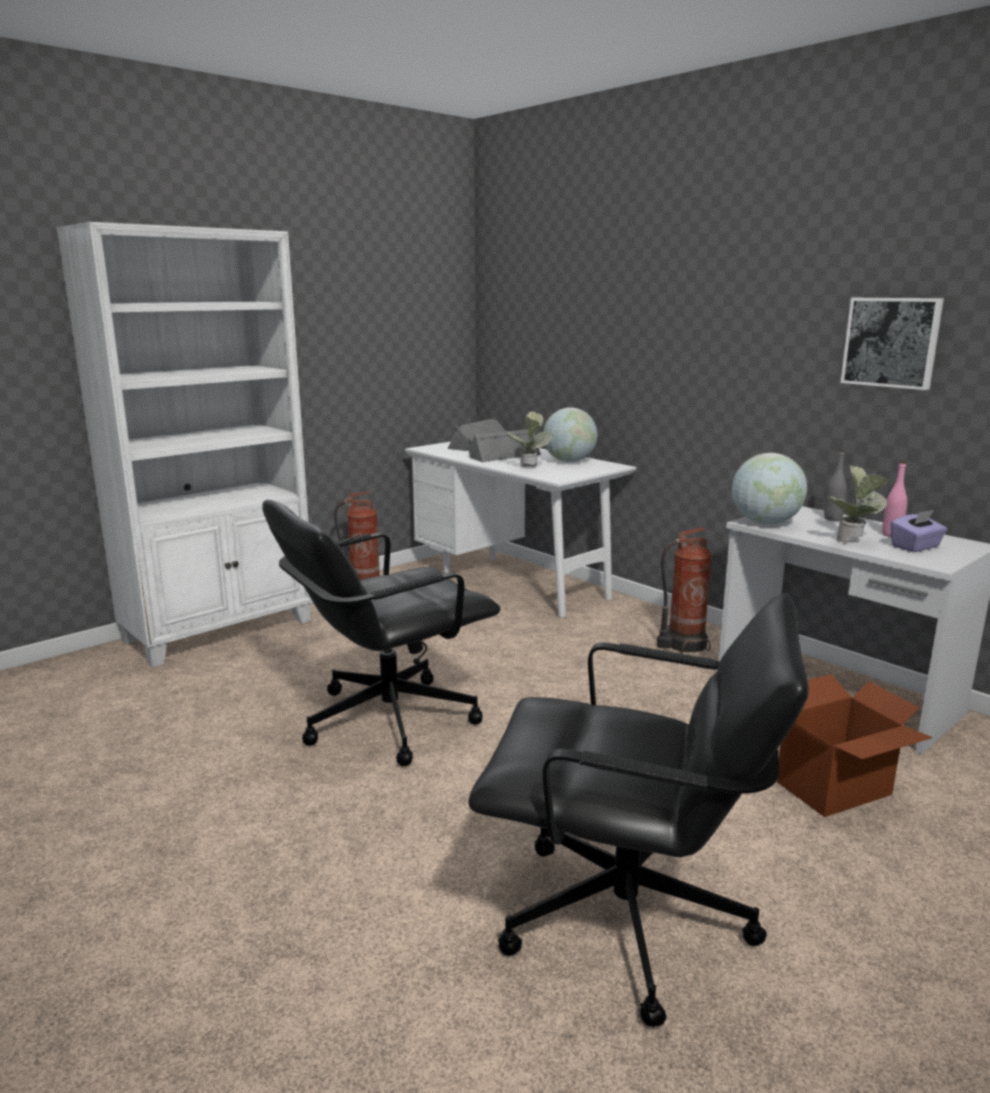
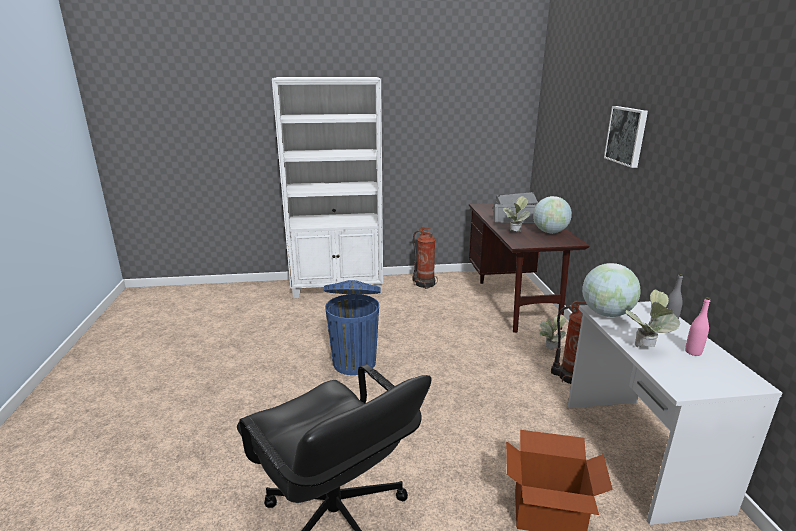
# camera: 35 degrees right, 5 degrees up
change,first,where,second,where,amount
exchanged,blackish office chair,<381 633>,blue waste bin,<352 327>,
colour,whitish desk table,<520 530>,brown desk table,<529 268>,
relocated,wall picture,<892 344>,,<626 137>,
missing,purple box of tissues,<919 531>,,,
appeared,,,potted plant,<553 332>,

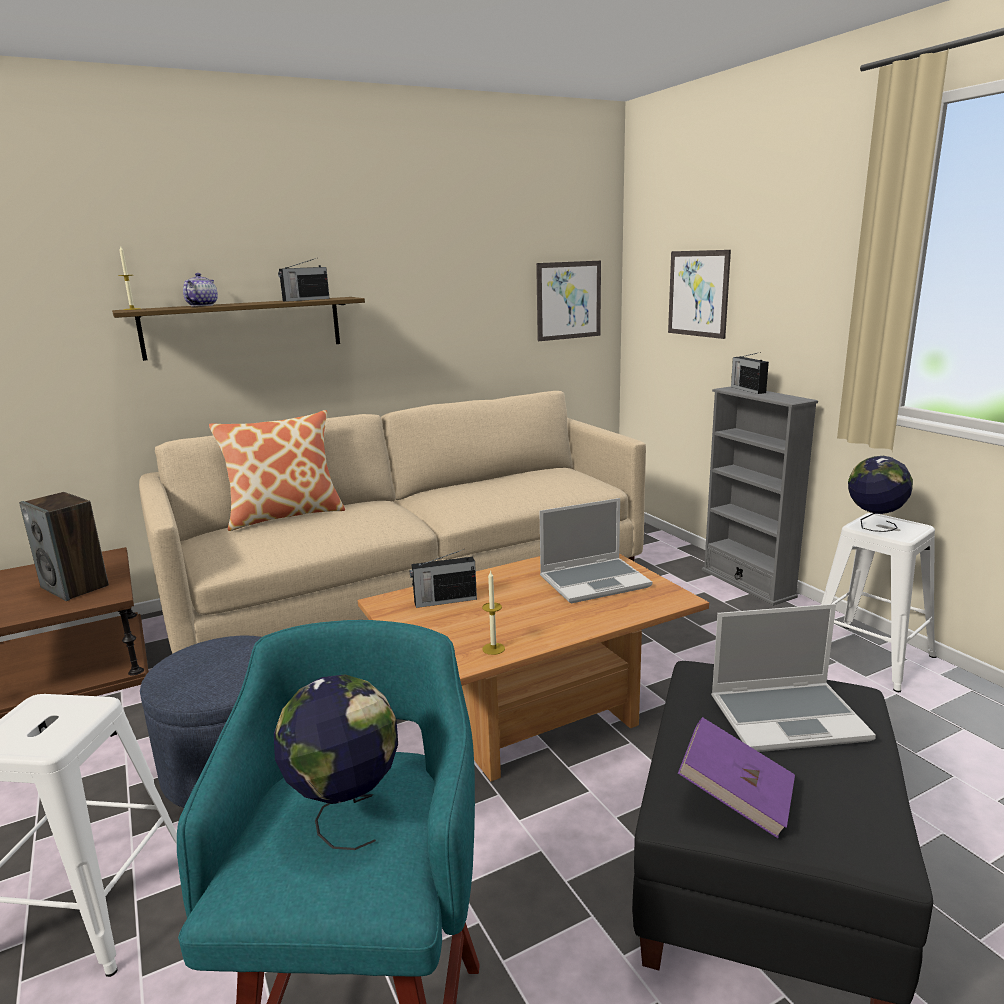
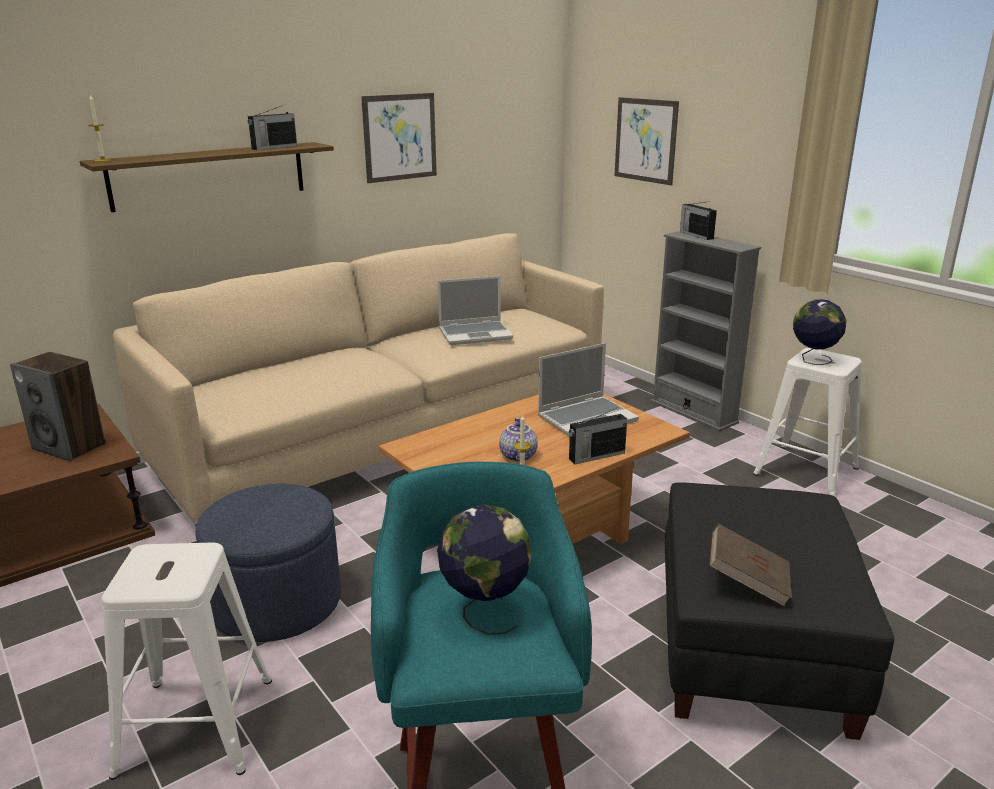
# camera: 10 degrees left, 5 degrees up
change,first,where,second,where,amount
relocated,tea pot,<200 289>,,<518 440>,
missing,cushion,<277 470>,,,
relocated,radio set,<443 578>,,<598 435>,
relocated,wall picture,<568 301>,,<399 138>,
colour,purple book,<736 777>,brown book,<750 565>,
relocated,portable computer,<793 678>,,<475 310>,

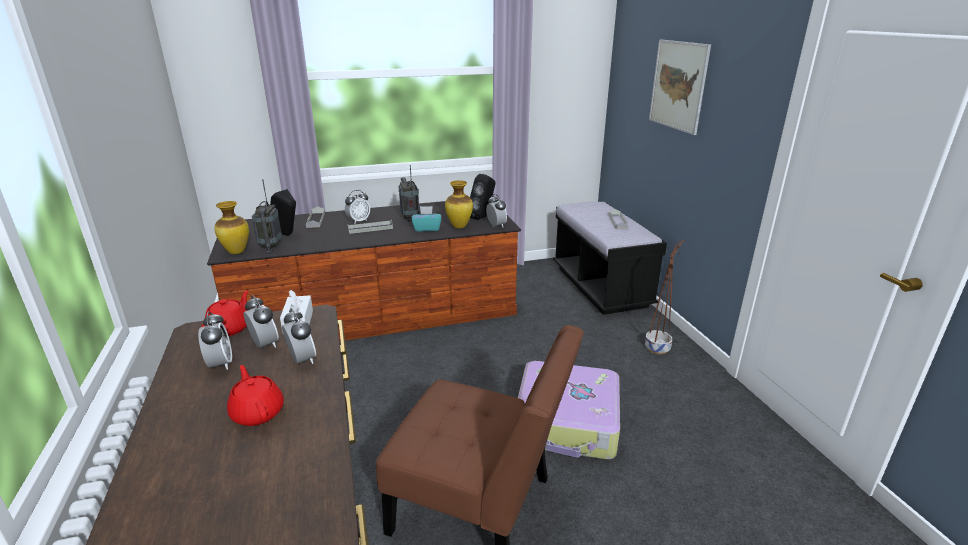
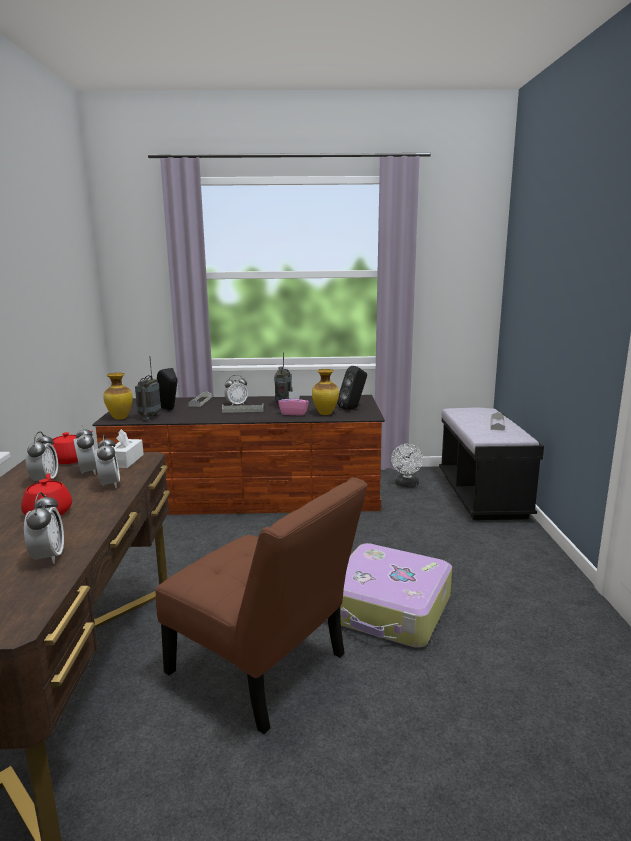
# camera: 15 degrees right, 10 degrees down
change,first,where,second,where,amount
colour,turquoise-coloured box of tissues,<426 219>,pink-coloured box of tissues,<293 403>,
relocated,bedside clock,<496 210>,,<44 528>,
missing,brown flower pot,<664 297>,,,
missing,wall picture,<680 87>,,,
appeared,,,whitish fan,<407 465>,

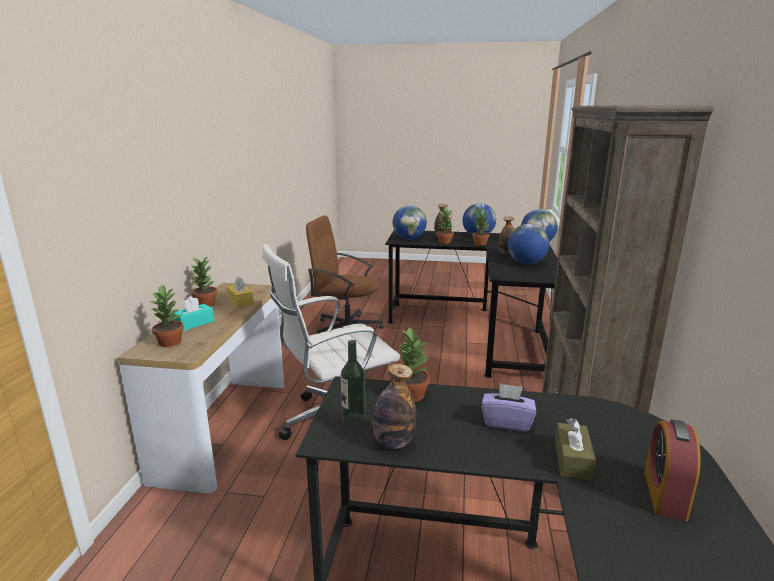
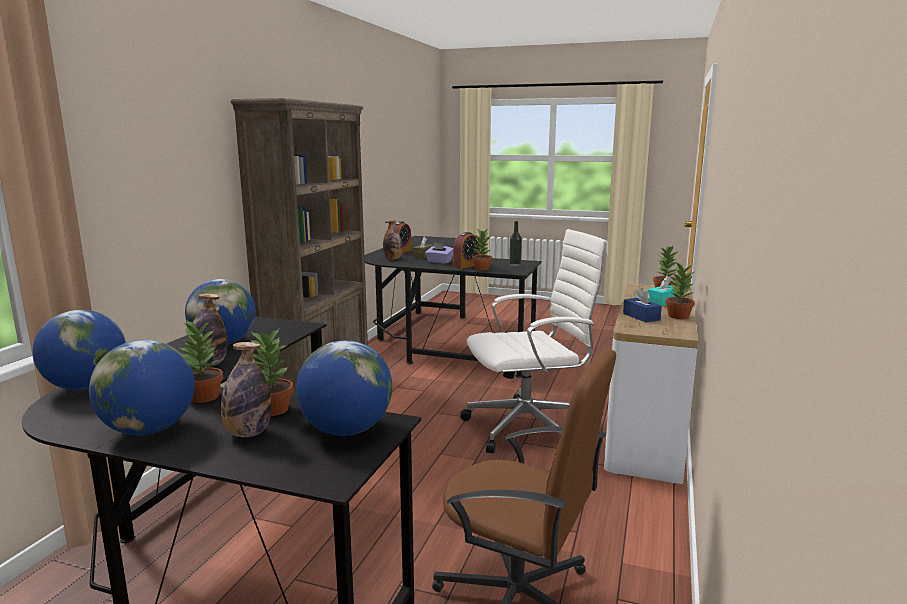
# camera: 170 degrees left, 5 degrees down
change,first,where,second,where,amount
colour,yellowish box of tissues,<240 292>,blue box of tissues,<642 305>,
relocated,drink bottle,<394 406>,,<393 239>,
appeared,,,bedside clock,<466 250>,

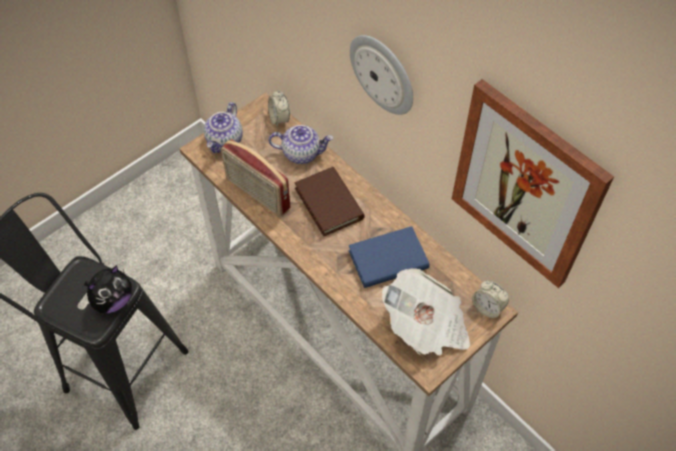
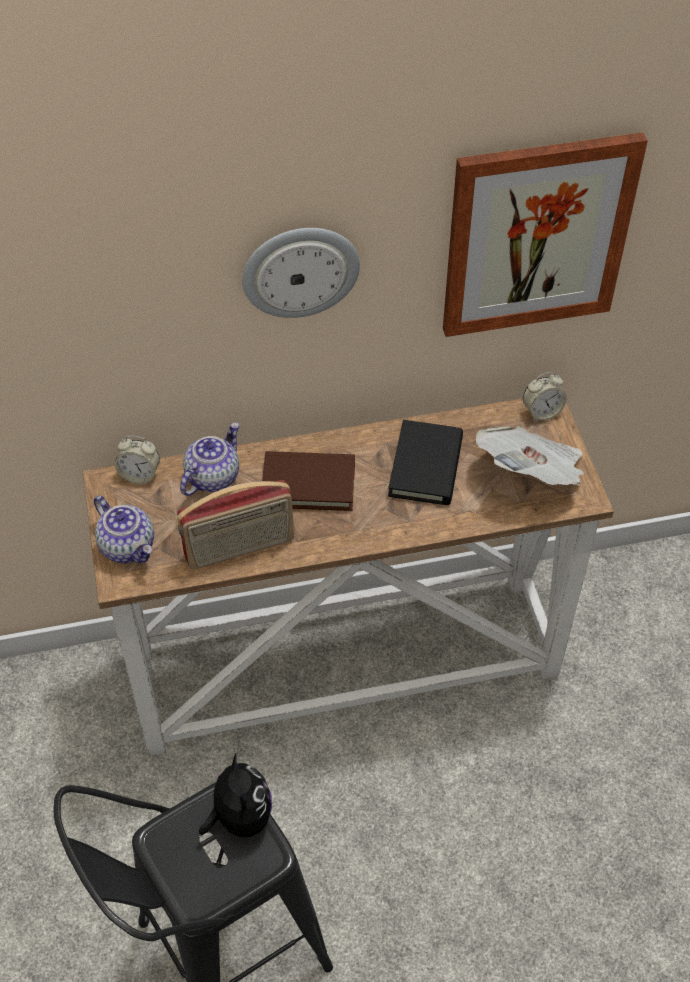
# camera: 60 degrees left, 5 degrees down
change,first,where,second,where,amount
colour,blue book,<389 257>,blackish book,<425 462>,

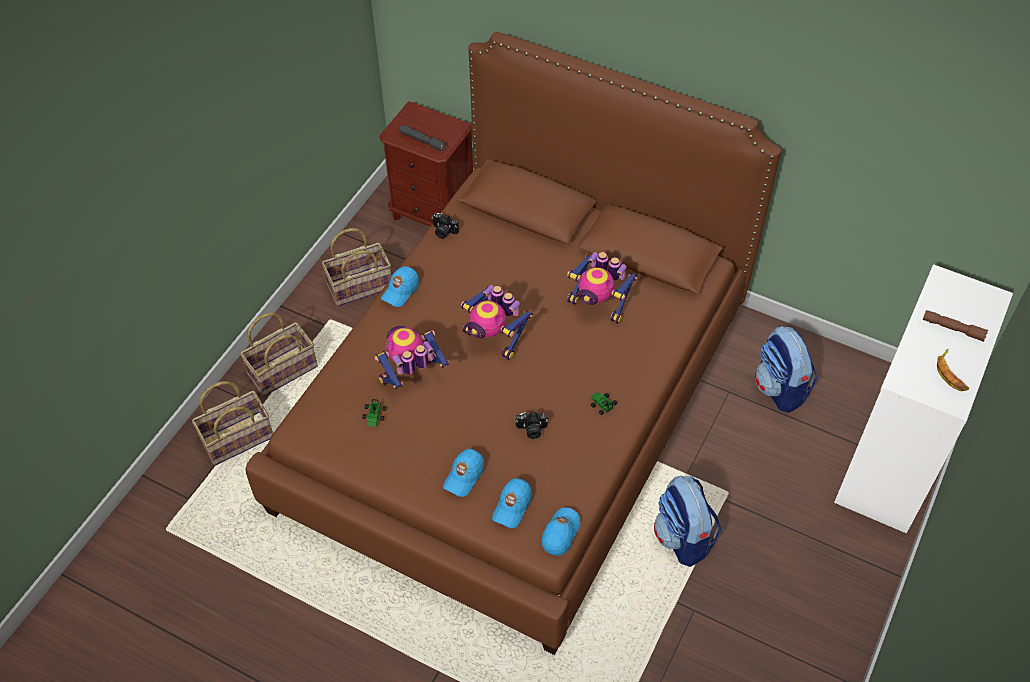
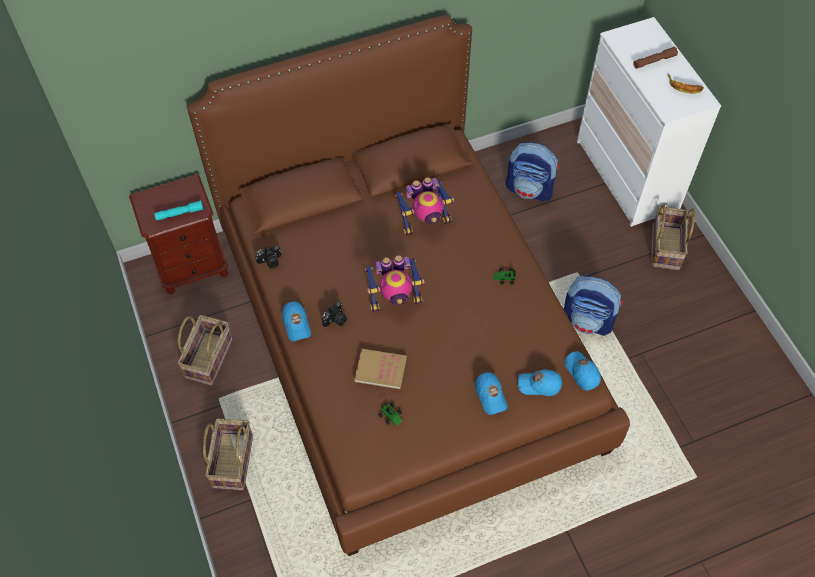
# camera: 50 degrees left, 5 degrees up
change,first,where,second,where,amount
relocated,household basket,<232 423>,,<673 237>,
exchanged,toy robot,<411 358>,book,<380 369>,
colour,gray torch,<422 138>,turquoise-coloured torch,<178 210>,
spun,blue baseball cap,<512 503>,,<540 382>,120 degrees clockwise
relocated,photo camera,<531 425>,,<334 314>,

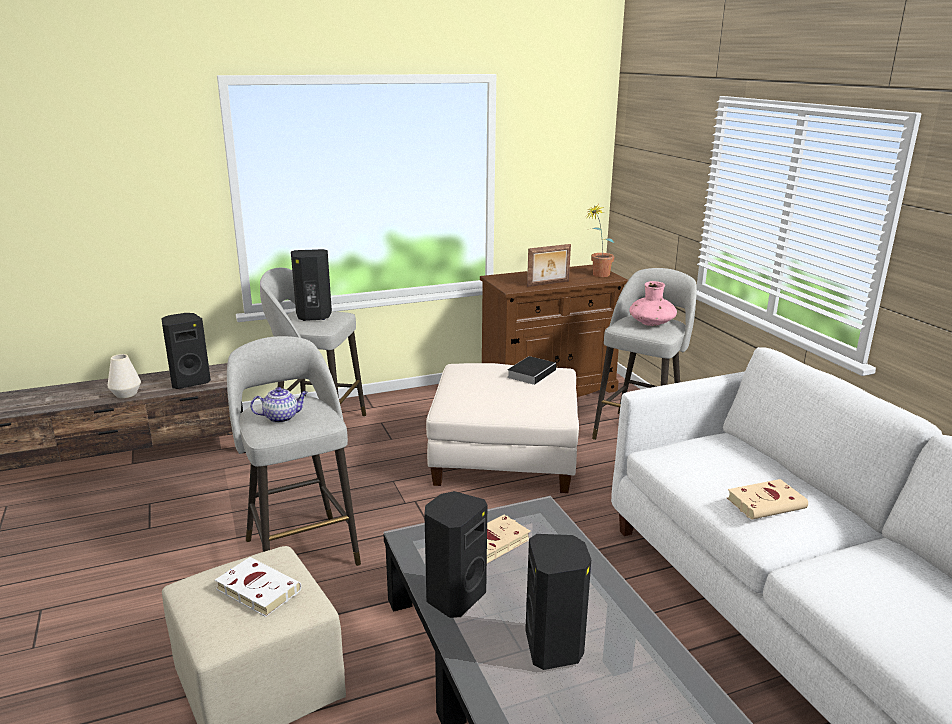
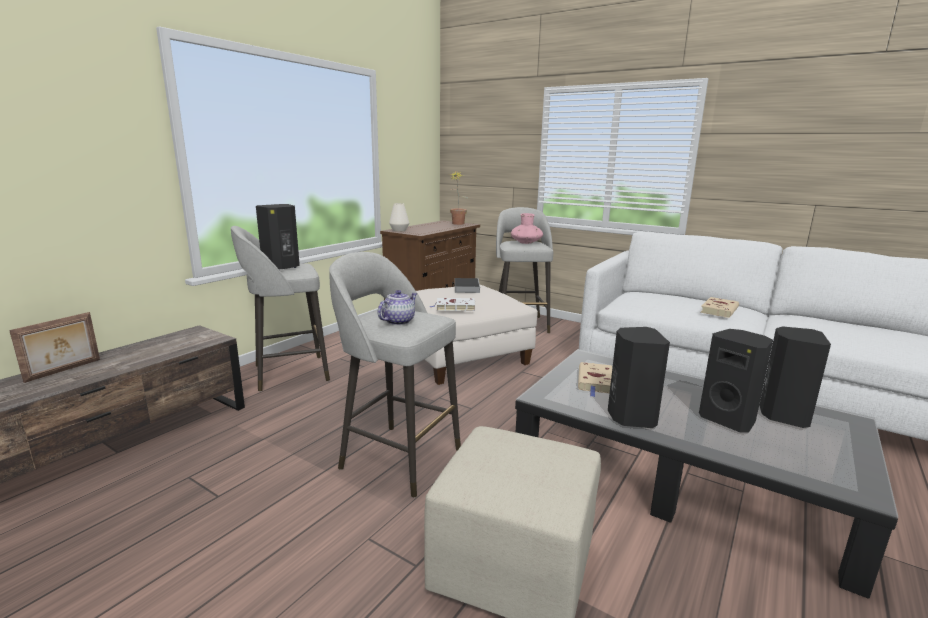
# camera: 35 degrees left, 5 degrees down
change,first,where,second,where,amount
relocated,whitish vase,<124 376>,,<399 217>,
relocated,blackish loudspeaker,<186 351>,,<795 377>,
relocated,whitish book,<258 587>,,<452 304>,
relocated,picture frame,<549 265>,,<54 347>,

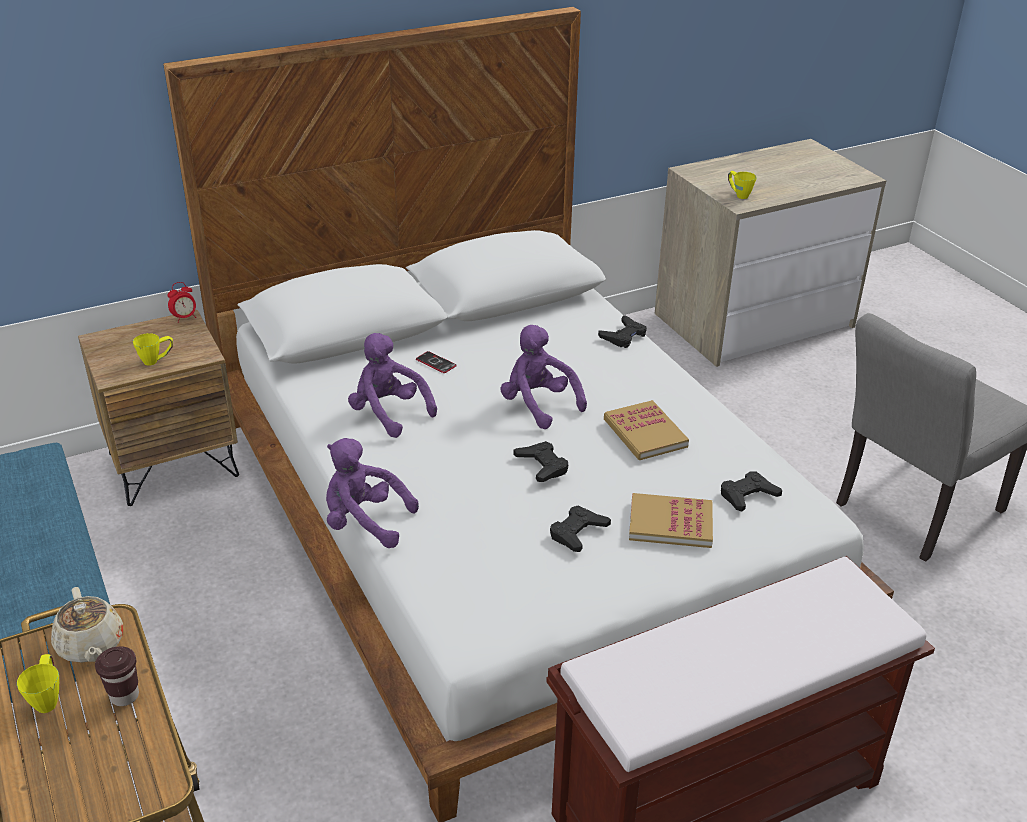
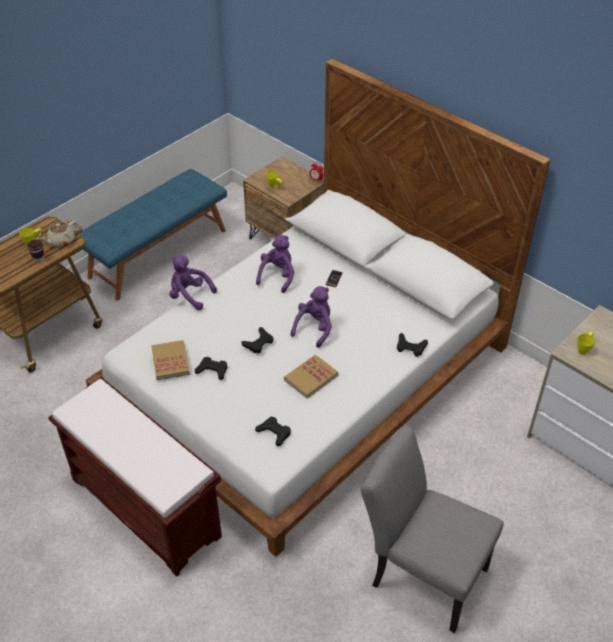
# camera: 70 degrees right, 10 degrees up
change,first,where,second,where,amount
spun,purple plush toy,<372 493>,,<193 282>,60 degrees counterclockwise
relocated,book,<671 520>,,<170 360>,

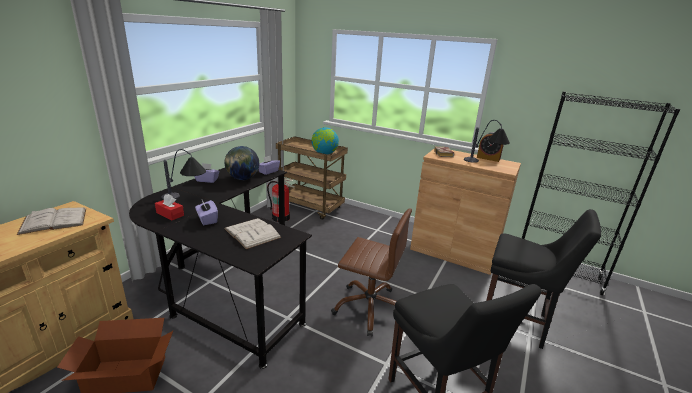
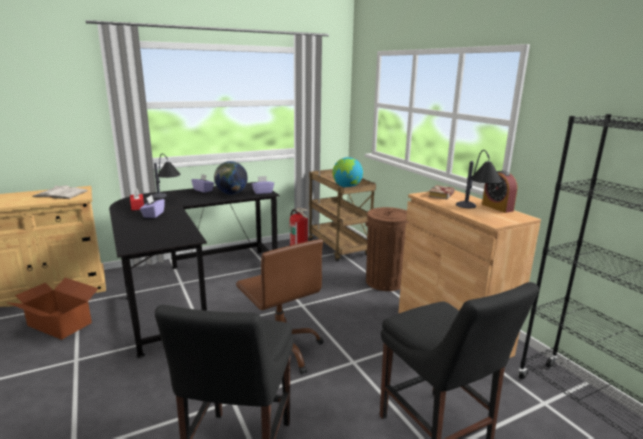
# camera: 35 degrees right, 5 degrees down
change,first,where,second,where,amount
missing,whitish book,<253 233>,,,
appeared,,,brown waste bin,<387 249>,

